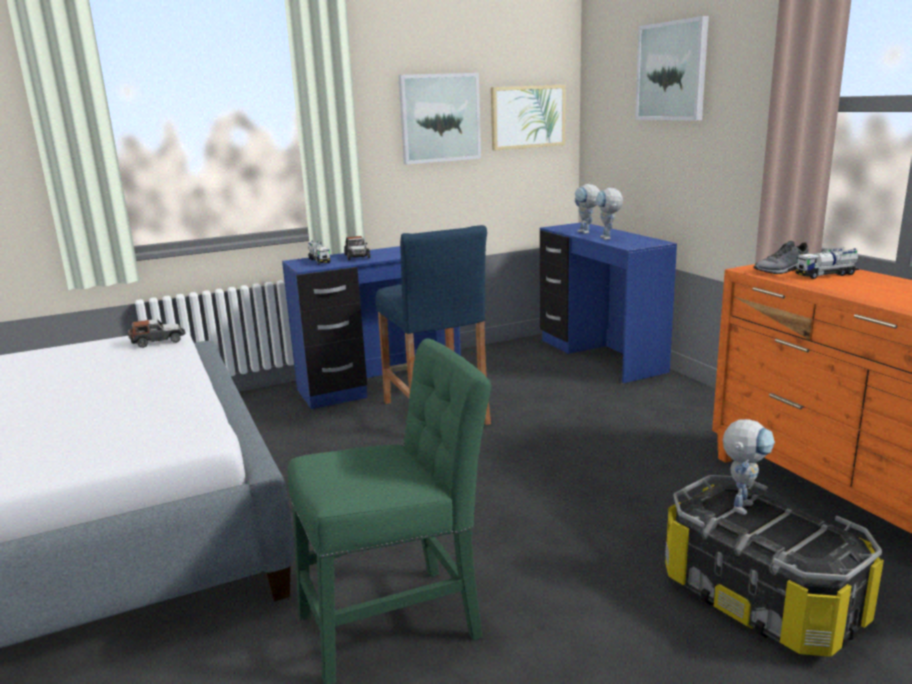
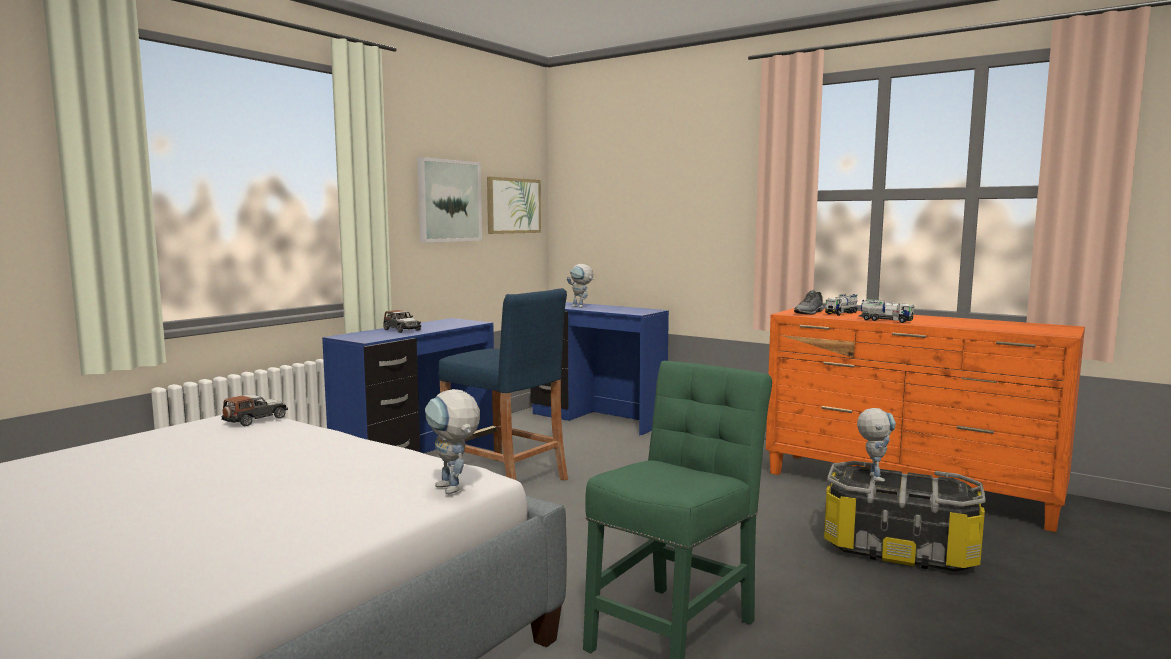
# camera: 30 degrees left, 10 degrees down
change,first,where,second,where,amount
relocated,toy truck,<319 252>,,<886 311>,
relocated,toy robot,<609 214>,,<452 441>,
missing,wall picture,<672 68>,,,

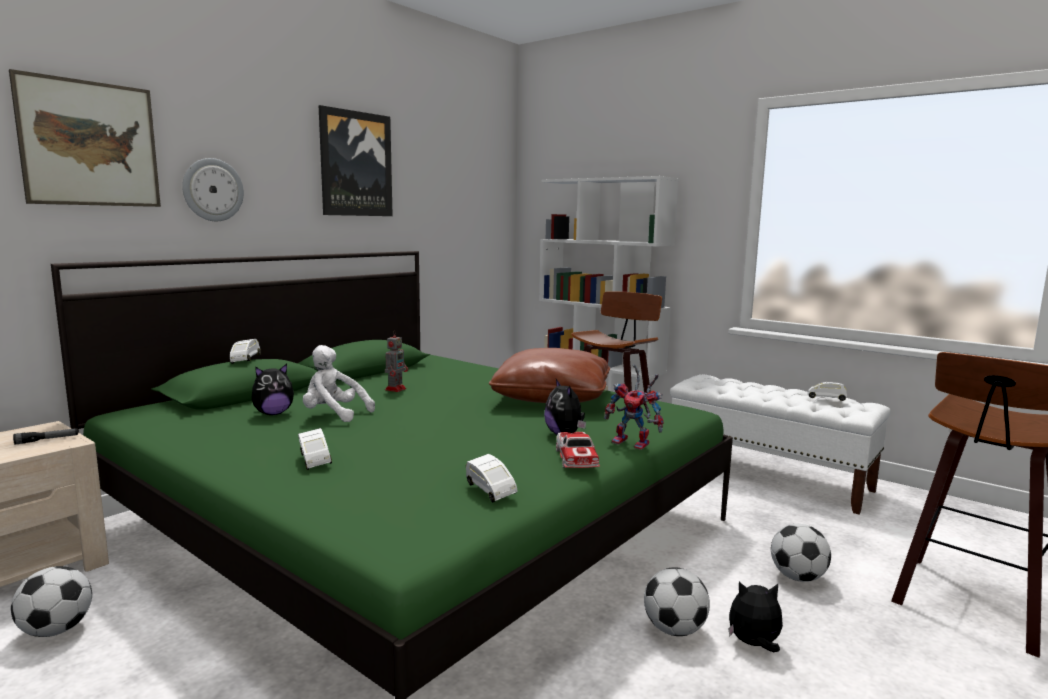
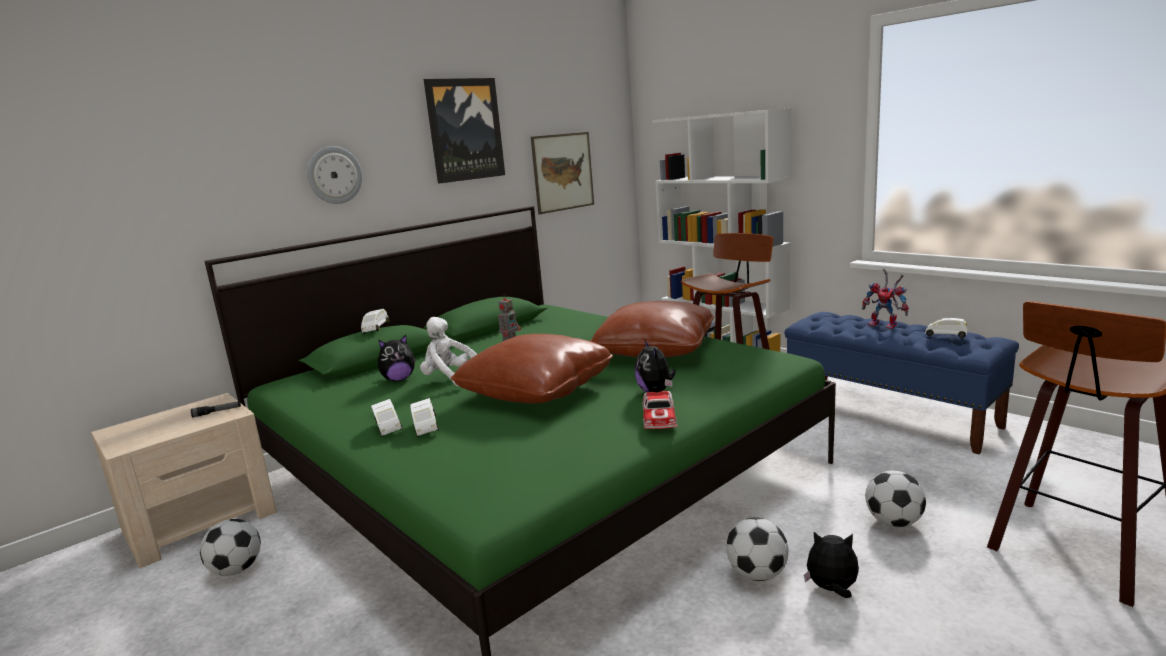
# camera: 10 degrees right, 5 degrees up
change,first,where,second,where,amount
relocated,wall picture,<85 138>,,<562 173>,
relocated,whitish model car,<491 478>,,<386 418>,
relocated,toy robot,<634 407>,,<885 299>,
colour,whitish bench,<780 445>,blue bench,<901 383>,
appeared,,,brown cushion,<532 369>,

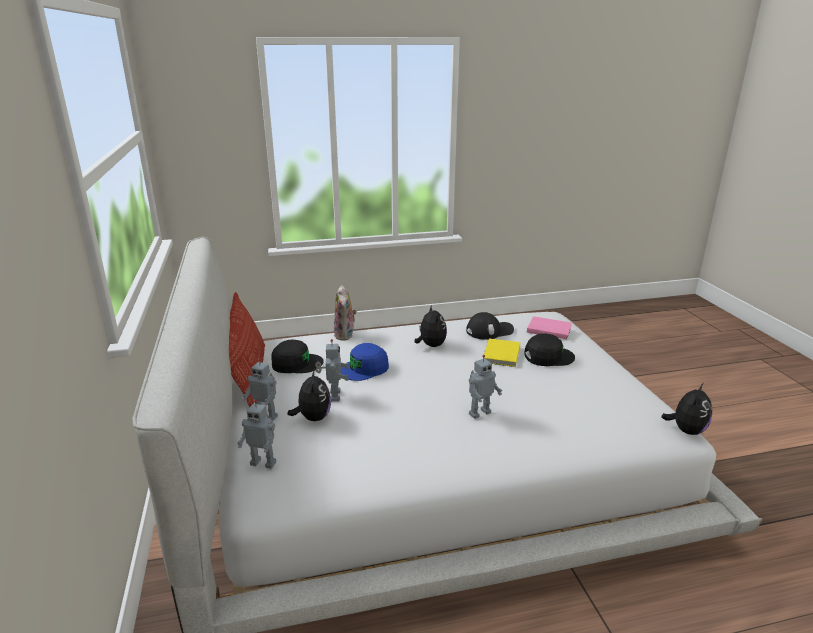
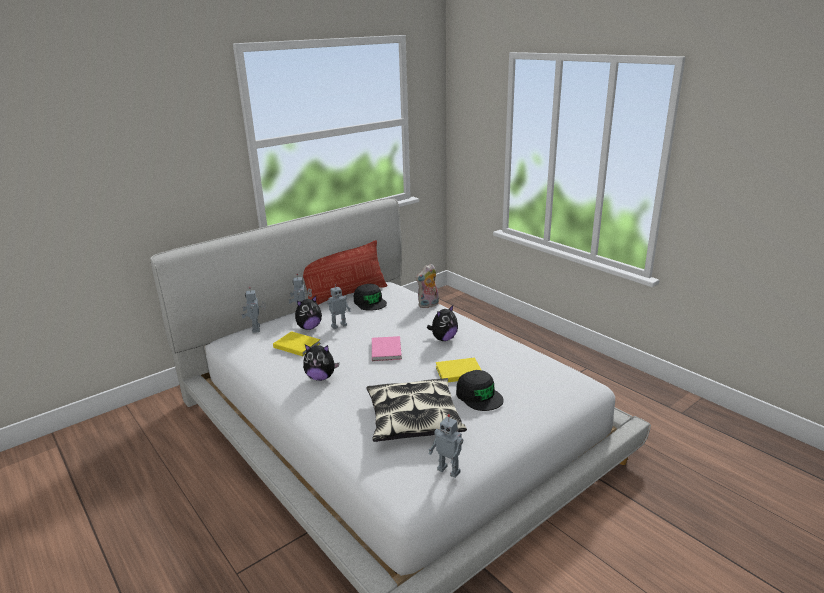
# camera: 65 degrees right, 0 degrees up
change,first,where,second,where,amount
missing,blue baseball cap,<365 362>,,,
missing,blackish baseball cap,<490 326>,,,
relocated,toy robot,<485 387>,,<446 446>,
relocated,pink-coloured book,<549 327>,,<387 348>,
relocated,plush toy,<686 409>,,<321 362>,
appeared,,,yellowish book,<297 343>,
appeared,,,cushion,<417 410>,

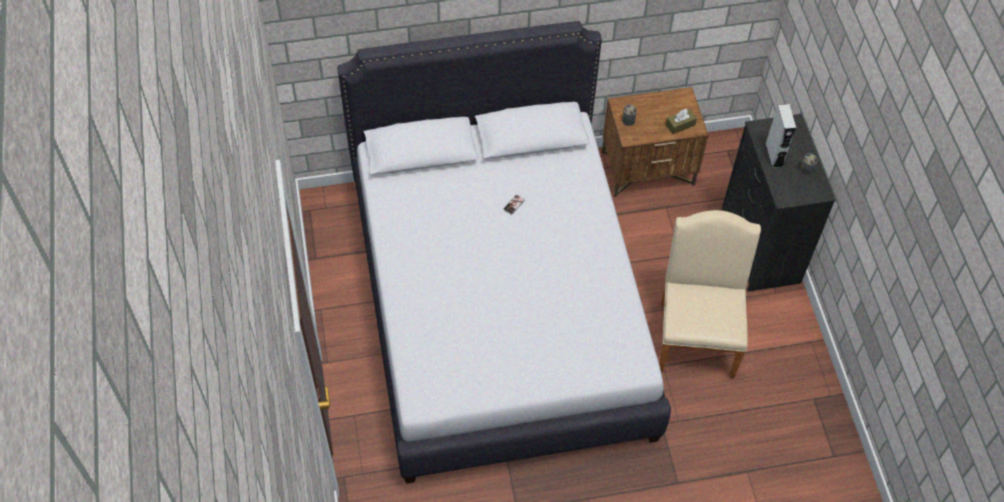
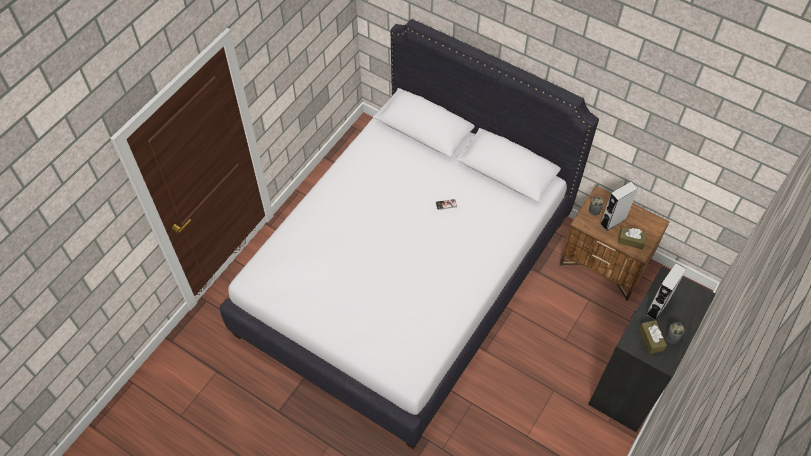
# camera: 45 degrees right, 0 degrees up
change,first,where,second,where,amount
missing,beige plain chair,<710 294>,,,
appeared,,,gray loudspeaker,<619 206>,
appeared,,,brown box of tissues,<653 337>,

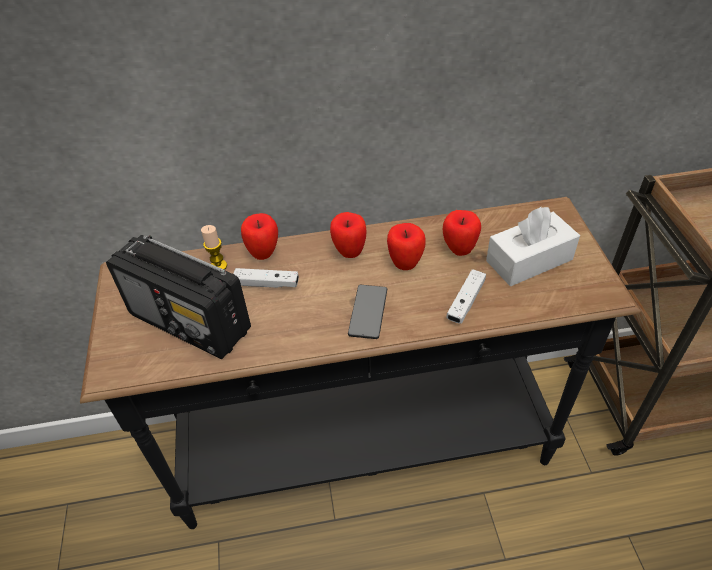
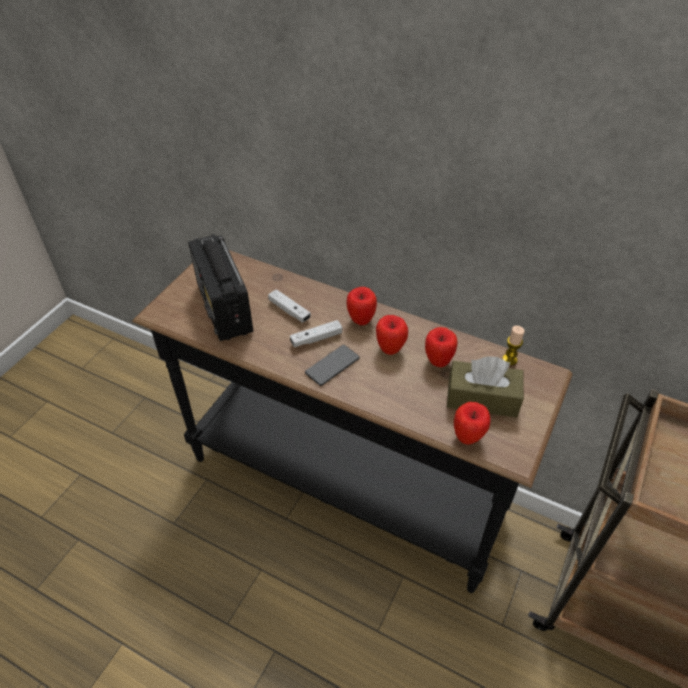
# camera: 35 degrees right, 0 degrees up
change,first,where,second,where,amount
relocated,wax candle,<214 247>,,<513 345>,
relocated,whole apple,<259 236>,,<472 423>,
relocated,whitish gamepad,<466 296>,,<316 333>,
colour,whitish box of tissues,<533 246>,brown box of tissues,<485 387>,

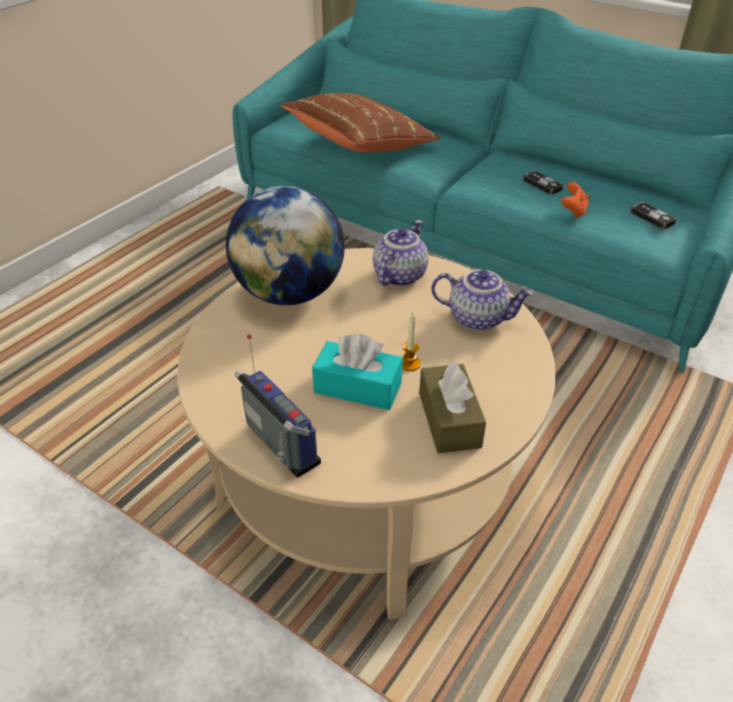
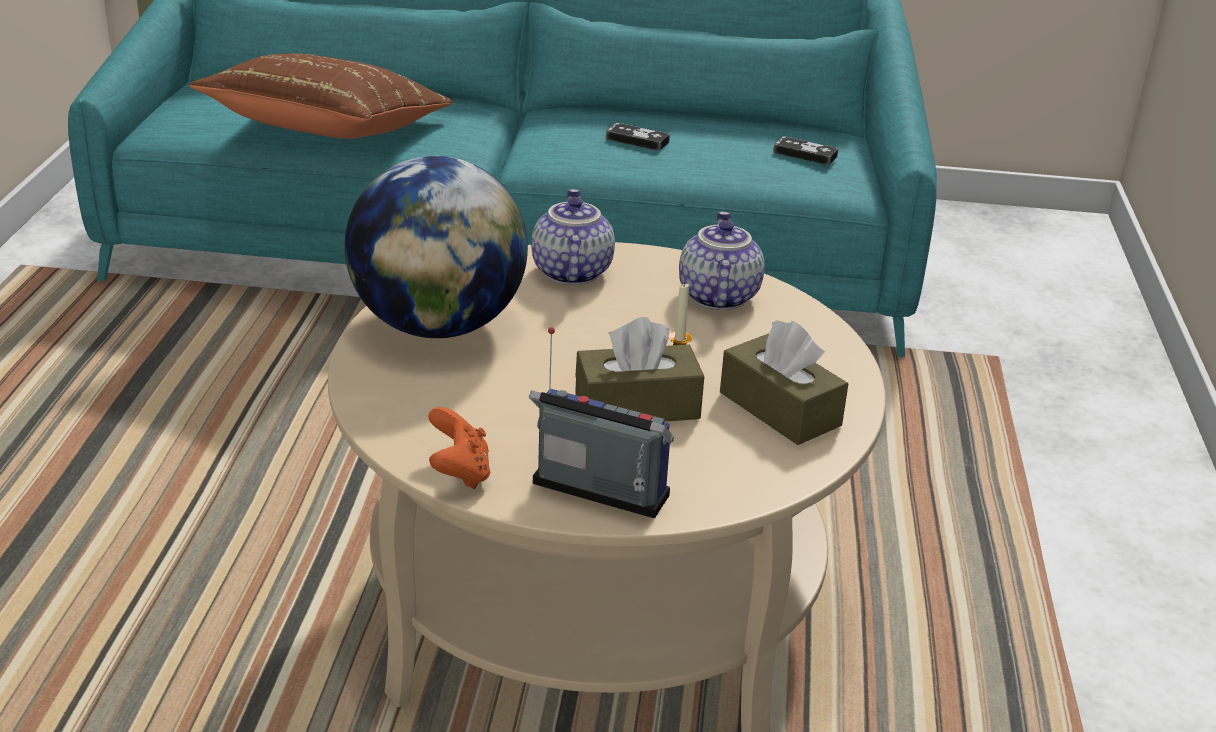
# camera: 30 degrees left, 10 degrees down
change,first,where,second,where,amount
colour,turquoise-coloured box of tissues,<357 371>,brown box of tissues,<639 369>,
spun,tea pot,<482 300>,,<722 261>,75 degrees counterclockwise
relocated,orangey gamepad,<575 200>,,<459 448>,

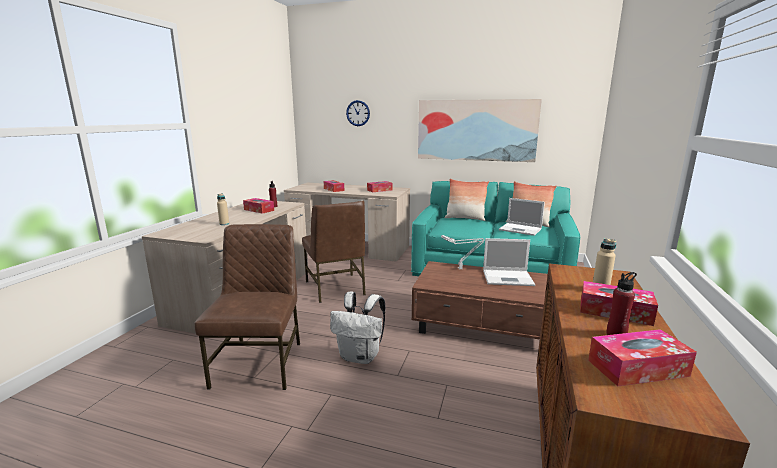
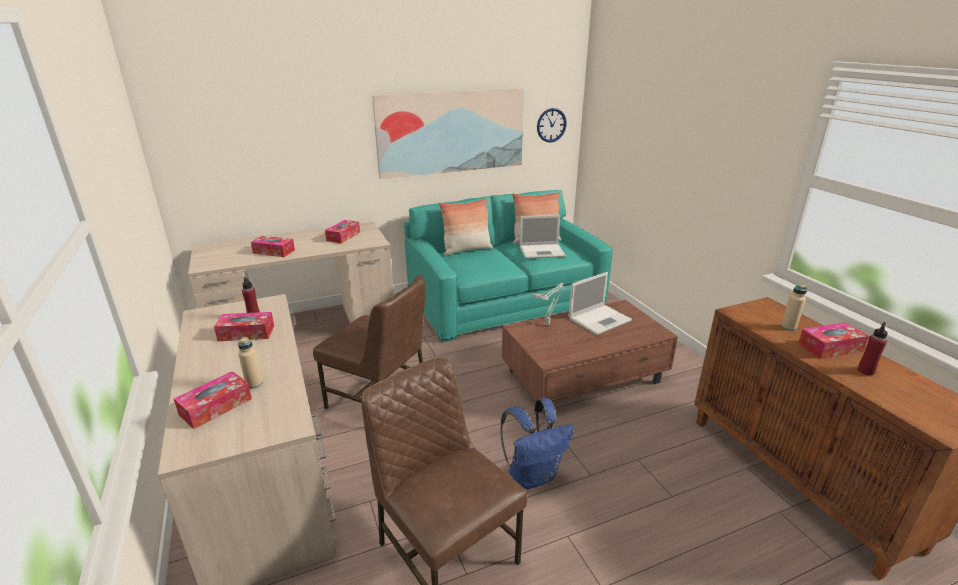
# camera: 40 degrees left, 10 degrees up
change,first,where,second,where,amount
colour,whitish knapsack,<358 328>,blue knapsack,<537 443>,
relocated,clock on the wall,<358 113>,,<552 125>,
relocated,box of tissues,<642 357>,,<213 400>,

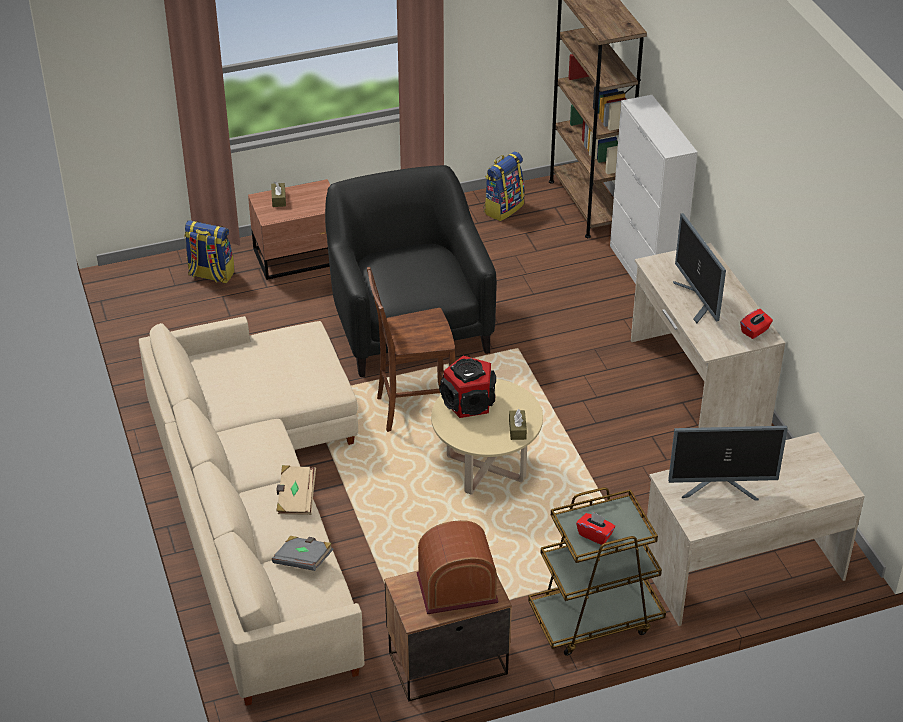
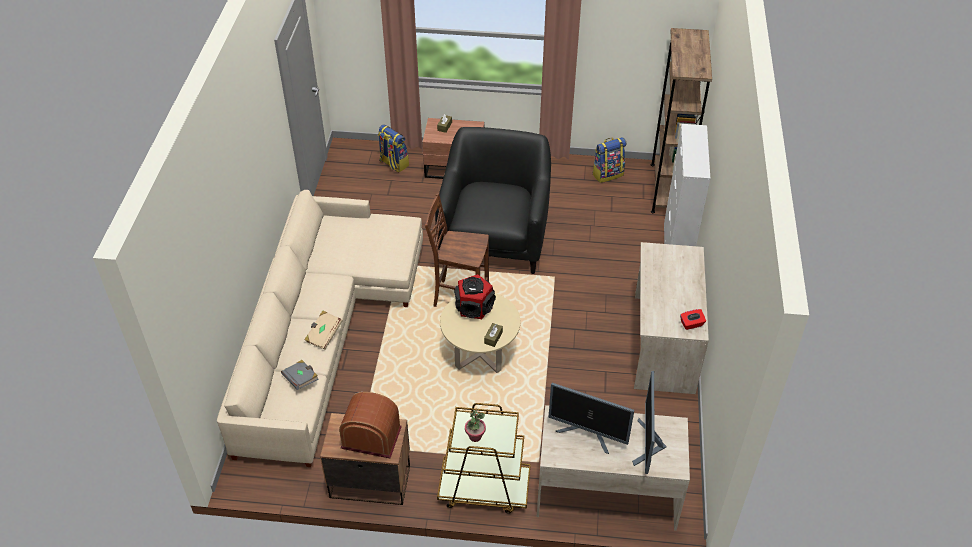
# camera: 25 degrees right, 5 degrees up
change,first,where,second,where,amount
exchanged,reddish box of tissues,<595 528>,potted plant,<475 426>,
relocated,monitor,<699 268>,,<649 422>,

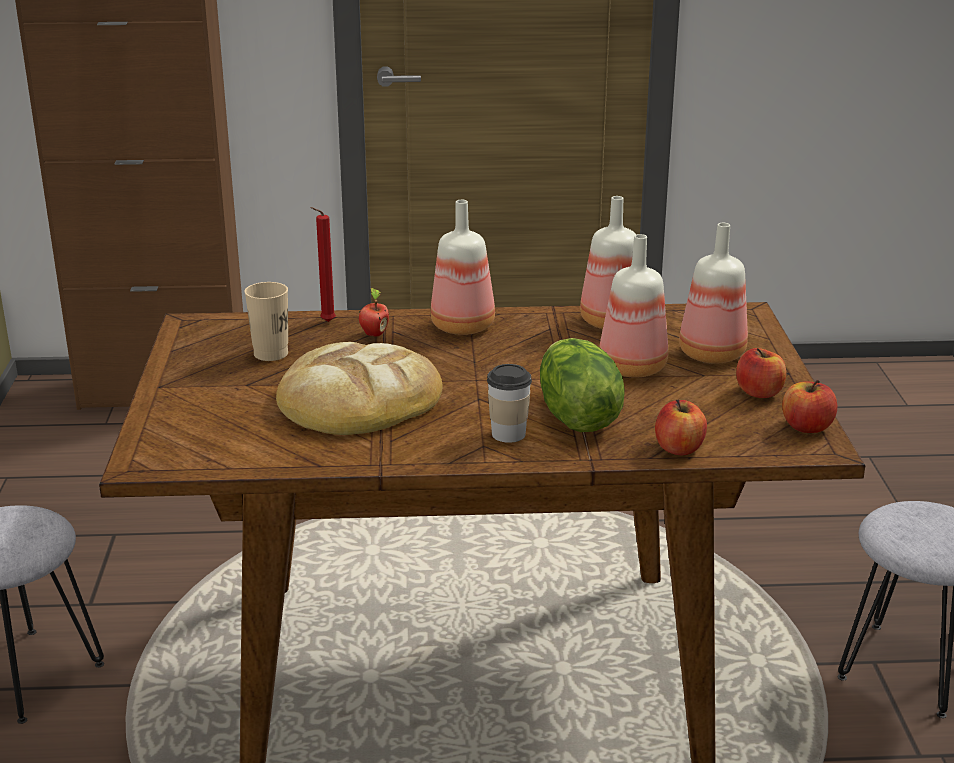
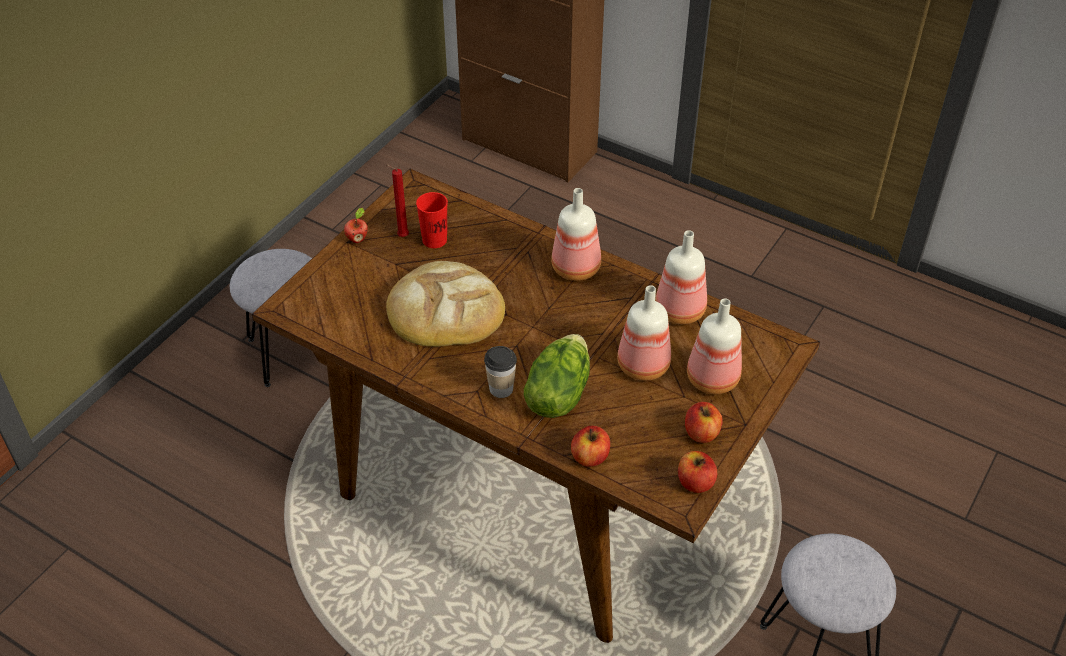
# camera: 35 degrees right, 20 degrees up
change,first,where,second,where,amount
colour,beige cup,<266 321>,reddish cup,<432 220>,
relocated,reddish wax candle,<323 264>,,<397 200>,
relocated,whole apple,<374 312>,,<356 225>,

